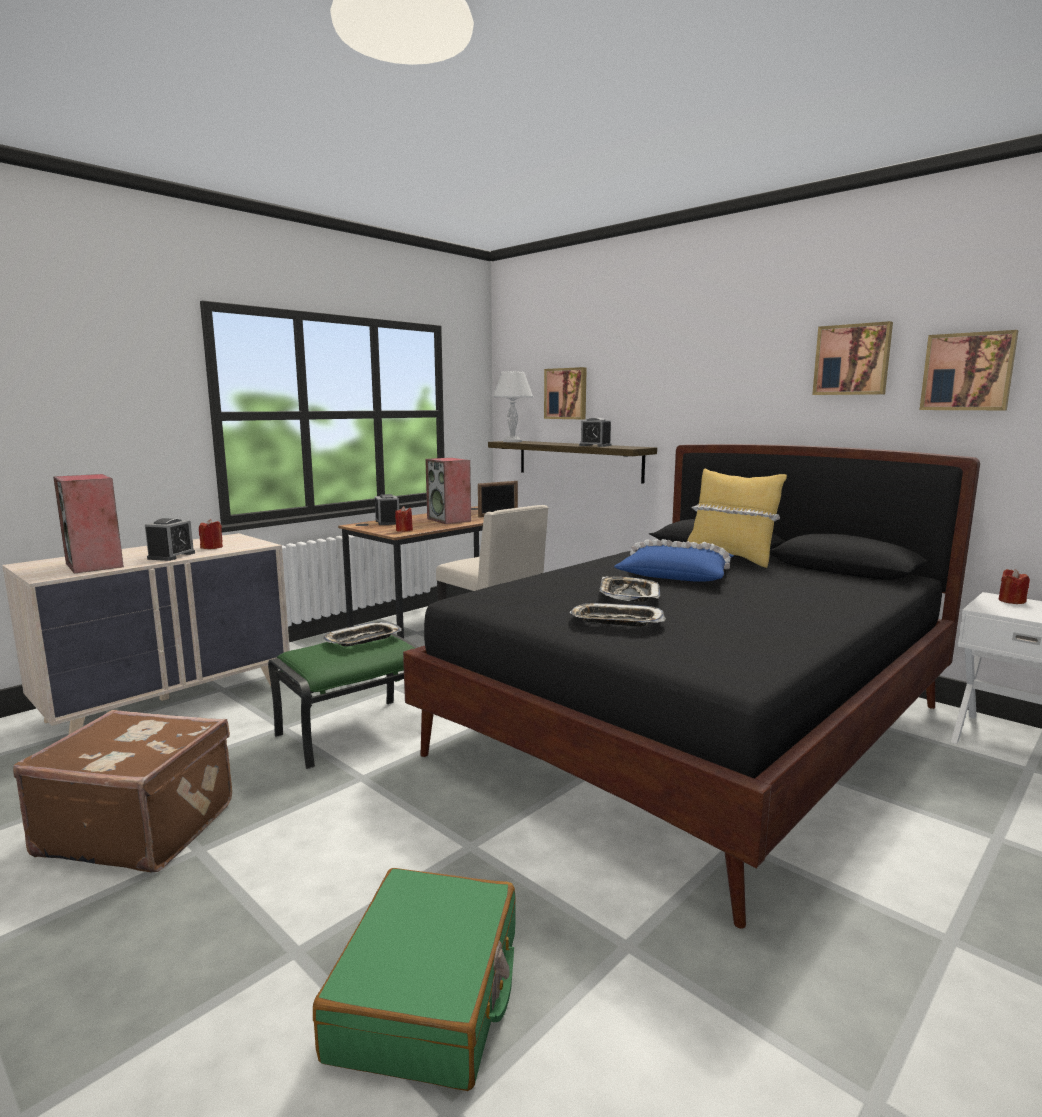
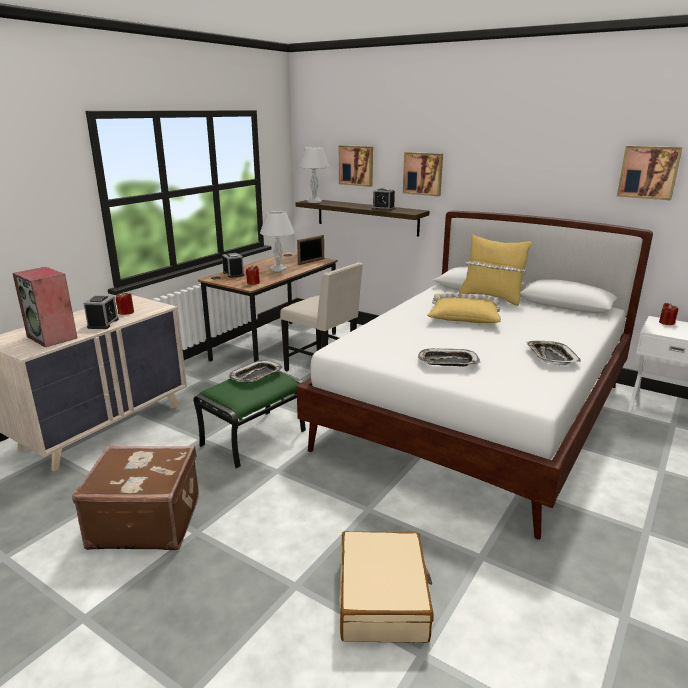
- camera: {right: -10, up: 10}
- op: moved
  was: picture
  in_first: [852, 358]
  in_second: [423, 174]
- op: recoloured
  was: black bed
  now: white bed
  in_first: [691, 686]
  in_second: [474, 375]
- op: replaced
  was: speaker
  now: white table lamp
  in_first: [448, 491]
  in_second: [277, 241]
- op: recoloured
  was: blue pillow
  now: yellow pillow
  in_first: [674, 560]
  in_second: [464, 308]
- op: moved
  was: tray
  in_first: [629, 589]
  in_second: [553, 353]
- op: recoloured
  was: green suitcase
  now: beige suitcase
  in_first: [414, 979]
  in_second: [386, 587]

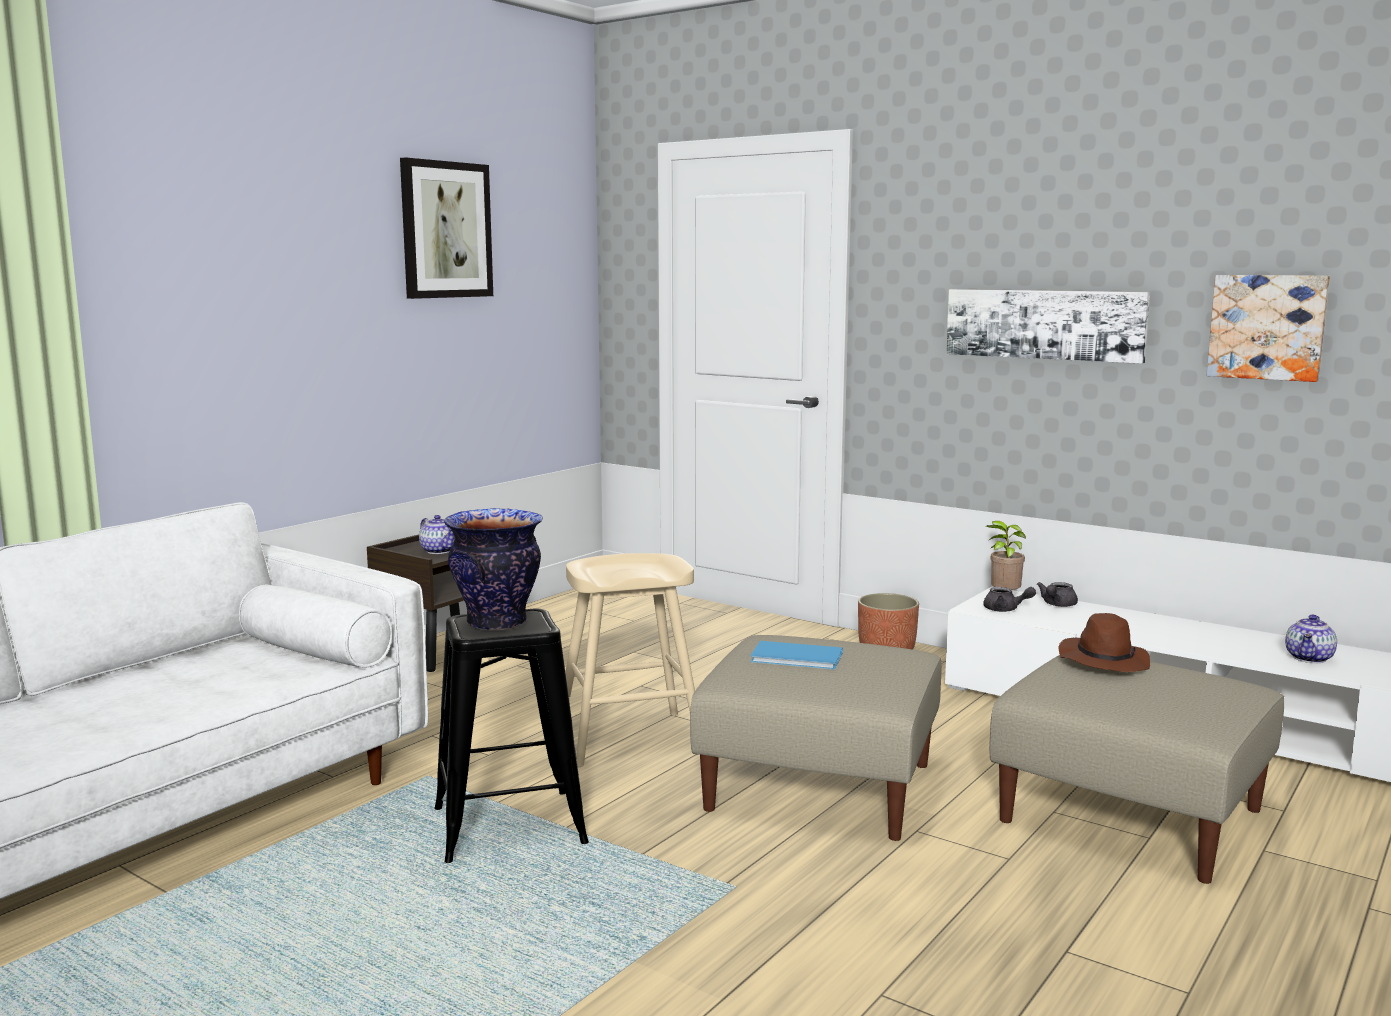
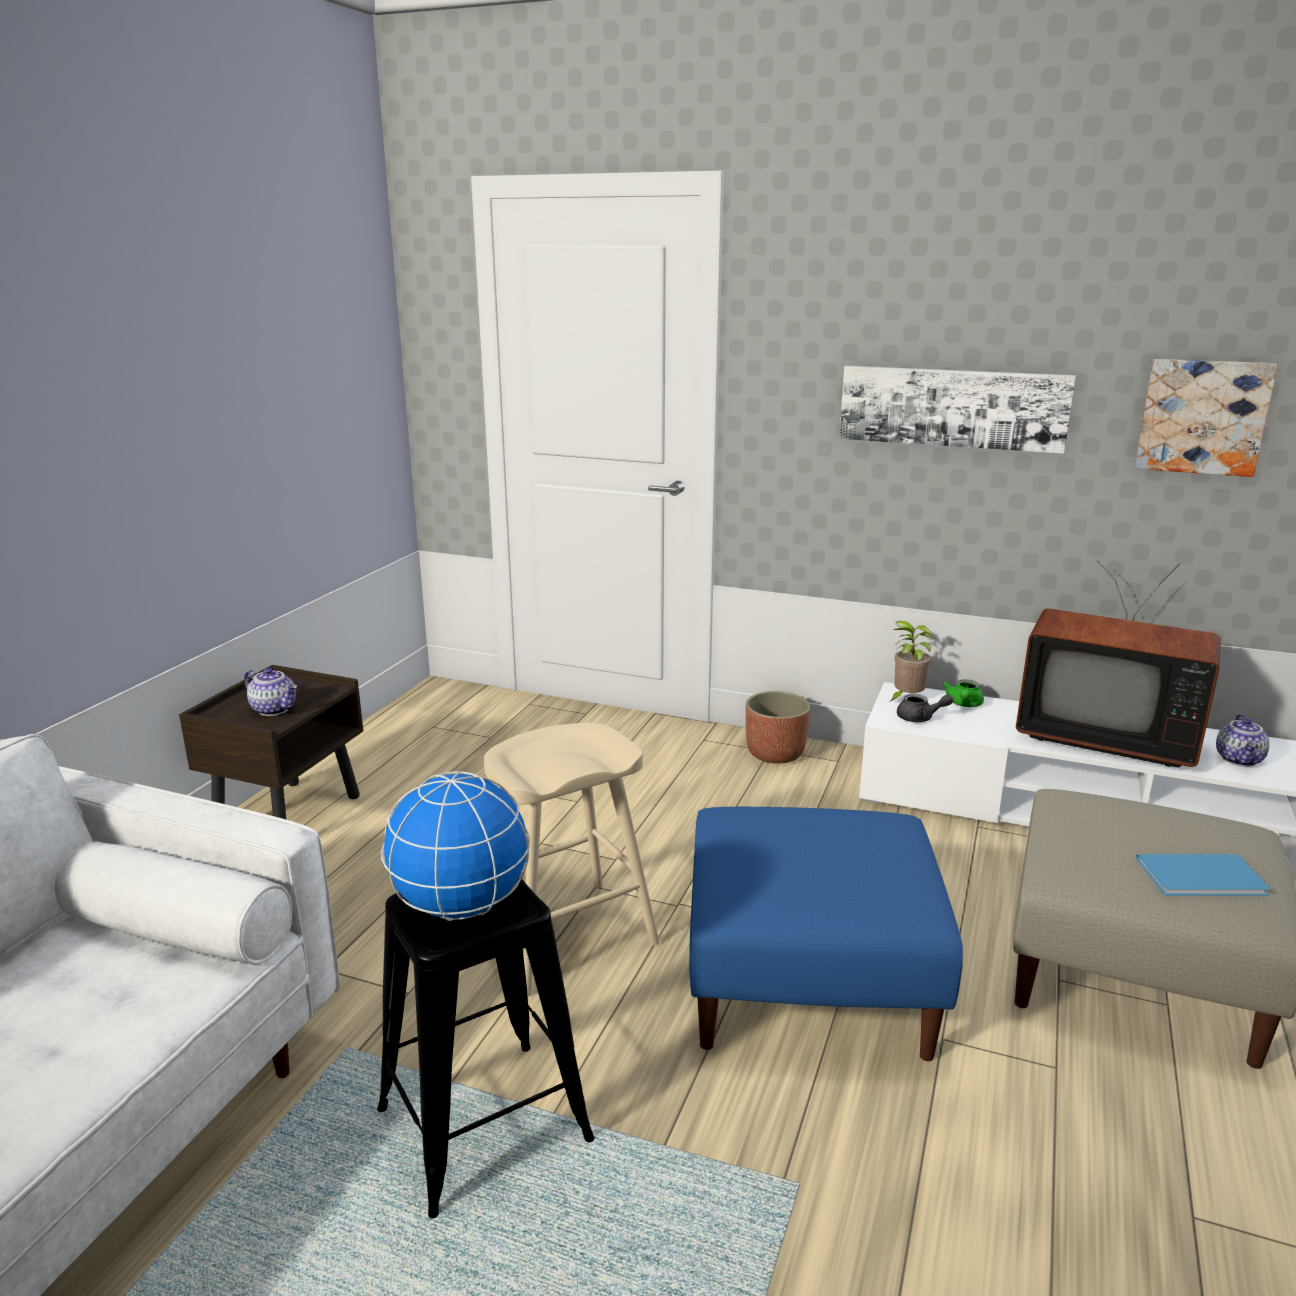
- camera: {right: -15, up: 10}
- op: removed
  was: picture
  in_first: [446, 228]
- op: replaced
  was: vase
  now: globe
  in_first: [493, 569]
  in_second: [455, 846]
- op: recoloured
  was: grey teapot
  now: green teapot
  in_first: [1057, 594]
  in_second: [963, 693]
- op: removed
  was: brown hat
  in_first: [1104, 642]
- op: recoloured
  was: beige ottoman
  now: blue ottoman
  in_first: [816, 738]
  in_second: [826, 934]
- op: moved
  was: blue book
  in_first: [796, 655]
  in_second: [1203, 875]
- op: added
  now: television
  in_second: [1118, 664]

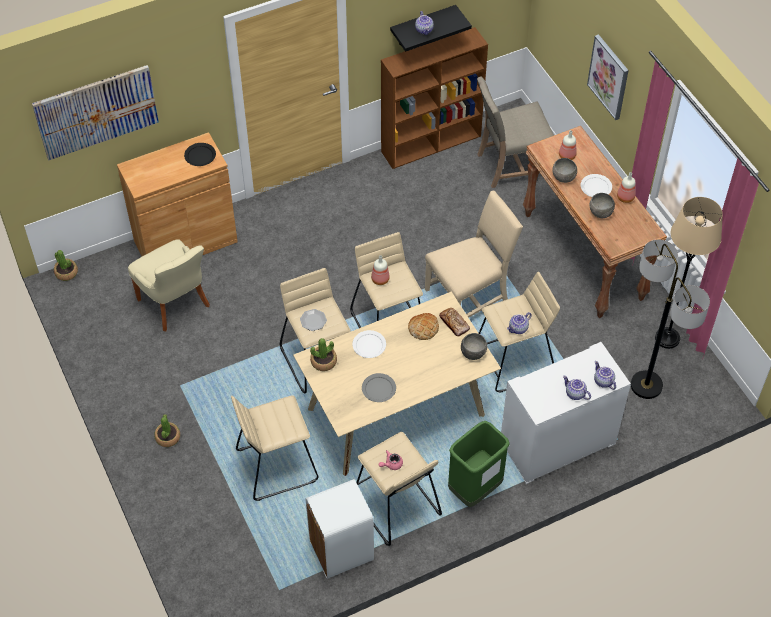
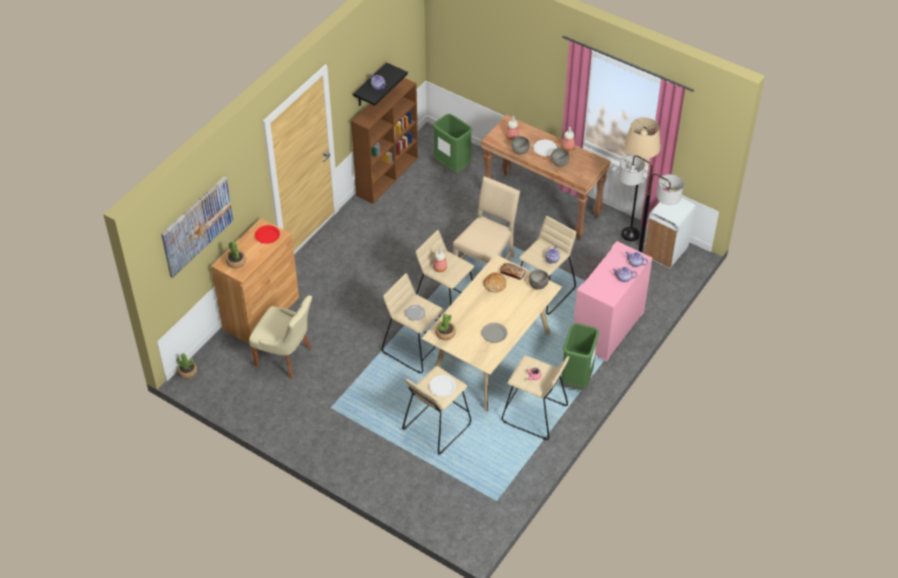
- camera: {right: -30, up: -5}
- op: removed
  was: picture
  in_first: [608, 77]
- op: replaced
  was: beige chair
  now: green trash can
  in_first: [515, 132]
  in_second: [452, 144]
- op: recoloured
  was: black plate
  now: red plate
  in_first: [200, 154]
  in_second: [267, 234]
- op: moved
  was: white plate
  in_first: [369, 344]
  in_second: [442, 385]
- op: recoloured
  was: white dresser
  now: pink dresser
  in_first: [566, 413]
  in_second: [612, 301]
- op: moved
  was: potted plant
  in_first: [167, 430]
  in_second: [236, 254]
- op: moved
  was: white trash can
  in_first: [340, 529]
  in_second: [669, 233]

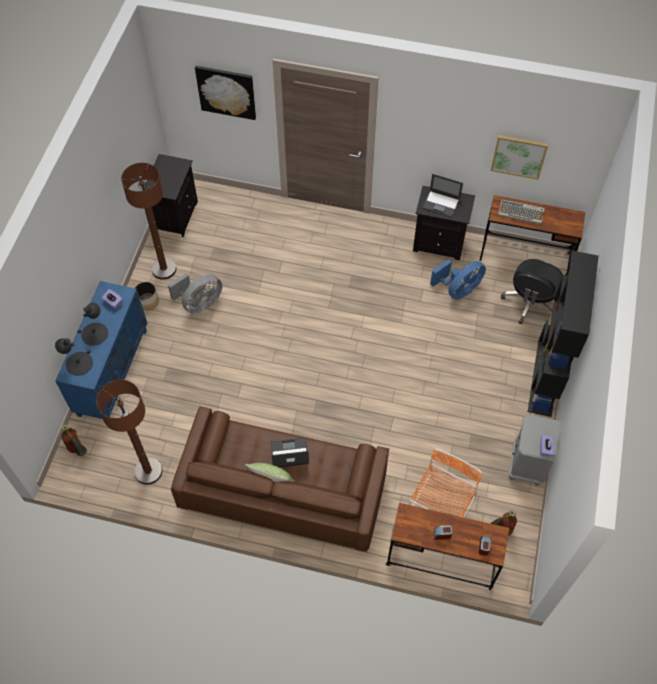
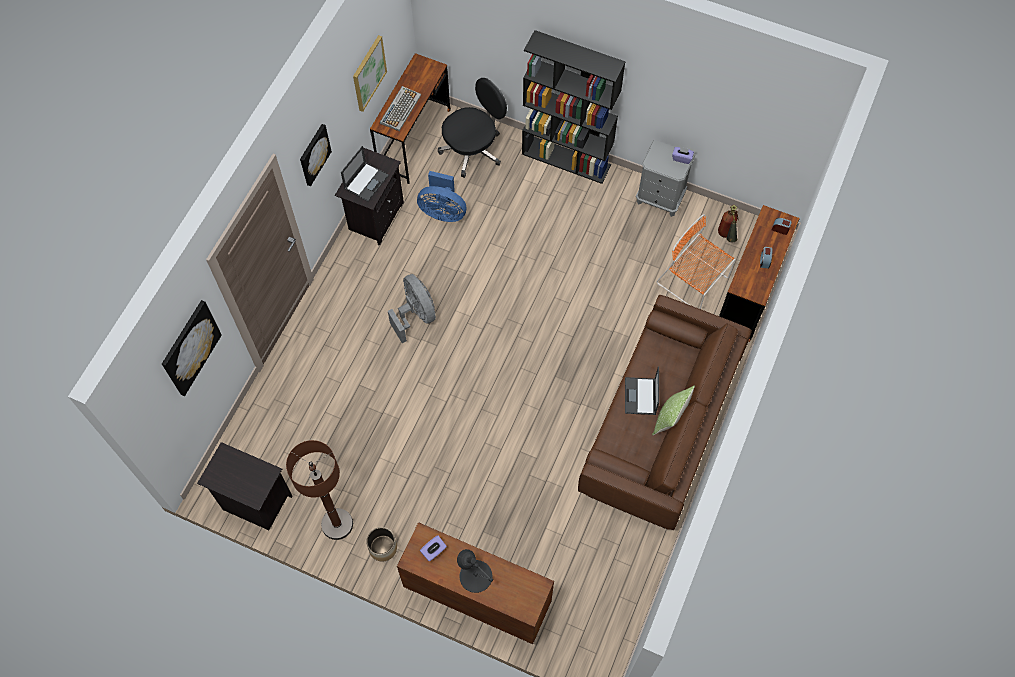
- camera: {right: -80, up: 5}
- op: turned
  was: blue fan
  in_first: [458, 279]
  in_second: [442, 196]
  clockwise: 135
- op: turned
  was: black office chair
  in_first: [532, 291]
  in_second: [472, 128]
  clockwise: -75
- op: moved
  was: grey fan
  in_first: [195, 293]
  in_second: [412, 308]
- op: recoloured
  was: blue cabinet
  now: brown cabinet
  in_first: [101, 350]
  in_second: [475, 583]
- op: removed
  was: black table lamp
  in_first: [74, 357]
- op: removed
  was: brown floor lamp
  in_first: [129, 432]
- op: removed
  was: fire extinguisher
  in_first: [74, 440]
- op: added
  now: picture
  in_second: [316, 155]

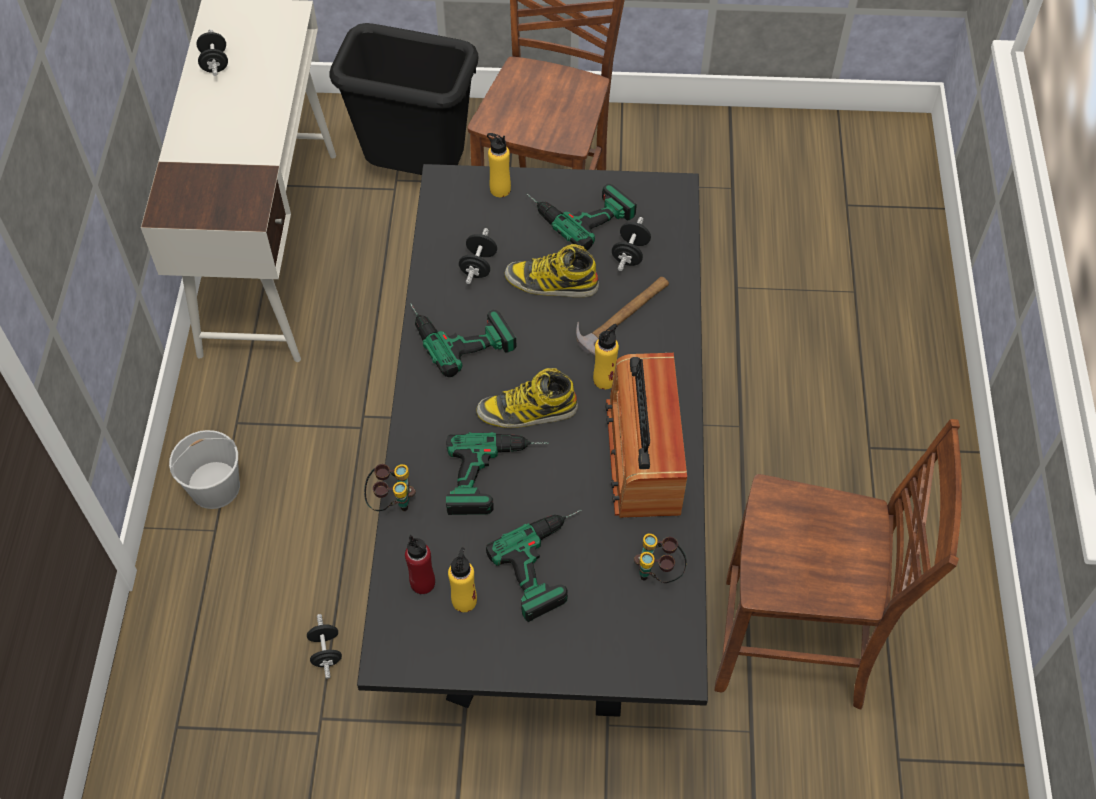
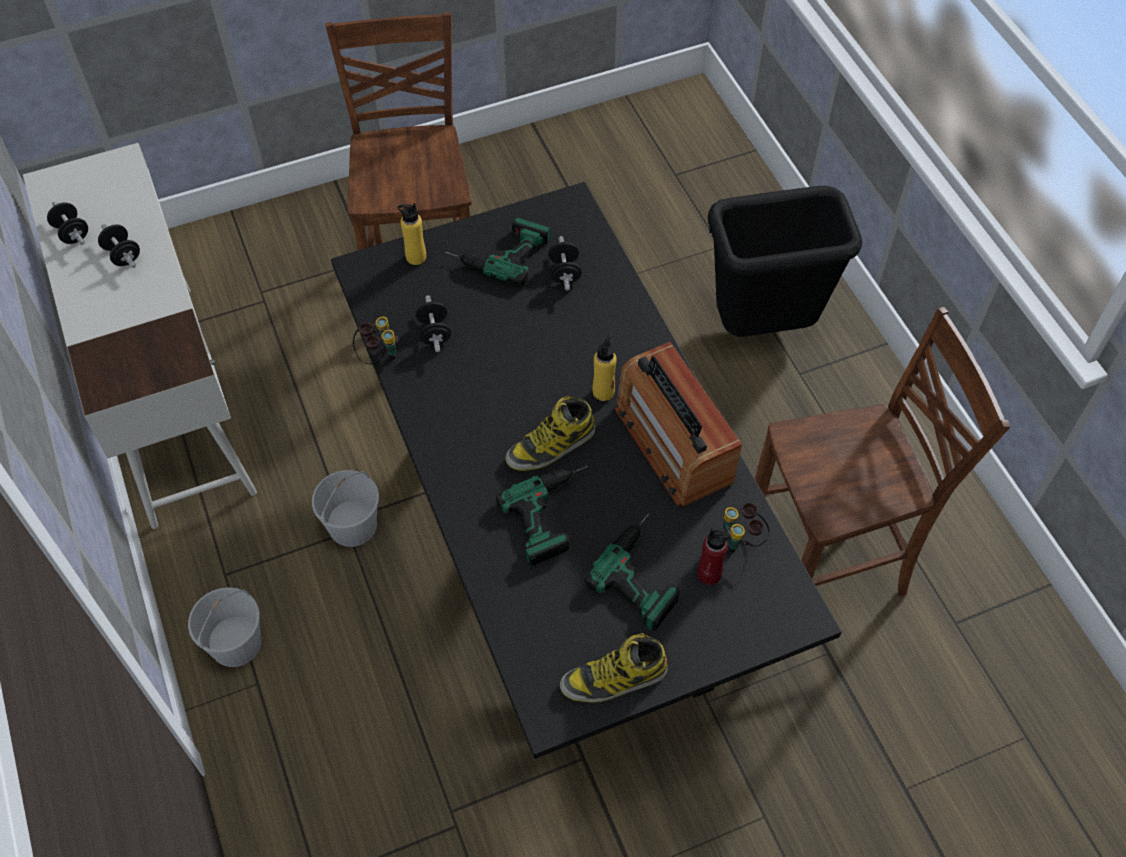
- camera: {right: -25, up: 0}
- op: moved
  was: black trash can
  in_first: [404, 99]
  in_second: [785, 261]
- op: moved
  was: boot
  in_first: [552, 270]
  in_second: [614, 667]
- op: removed
  was: hammer
  in_first: [622, 316]
- op: removed
  was: power drill
  in_first: [463, 340]
- op: moved
  was: binoculars
  in_first: [390, 487]
  in_second: [376, 340]
- op: moved
  was: red bottle
  in_first: [420, 564]
  in_second: [714, 557]
- op: removed
  was: yellow bottle
  in_first: [462, 580]
- op: moved
  was: black dumbbell
  in_first: [324, 646]
  in_second: [119, 246]
- op: added
  now: white bucket
  in_second: [345, 508]

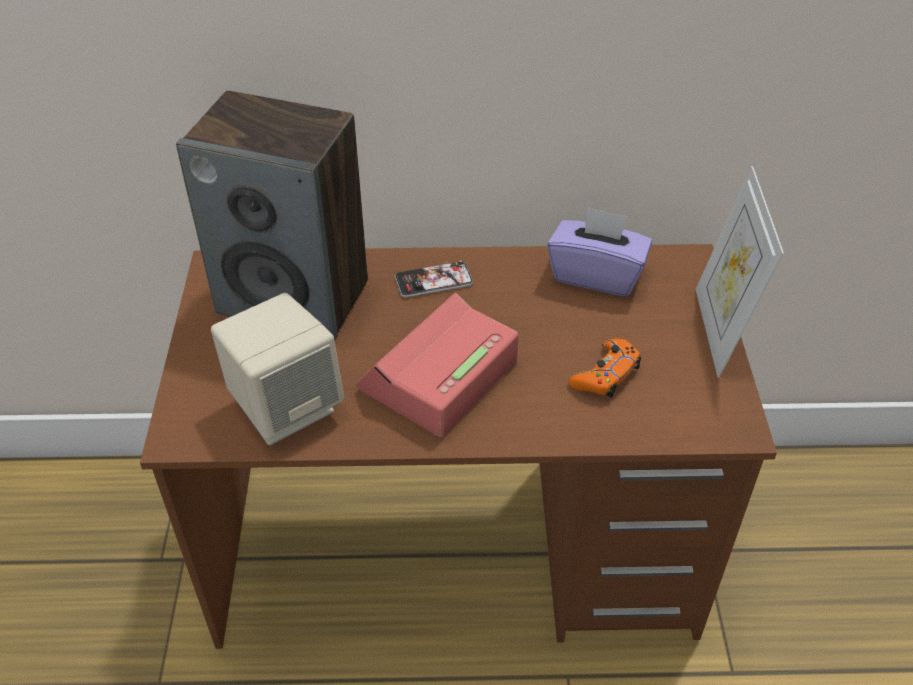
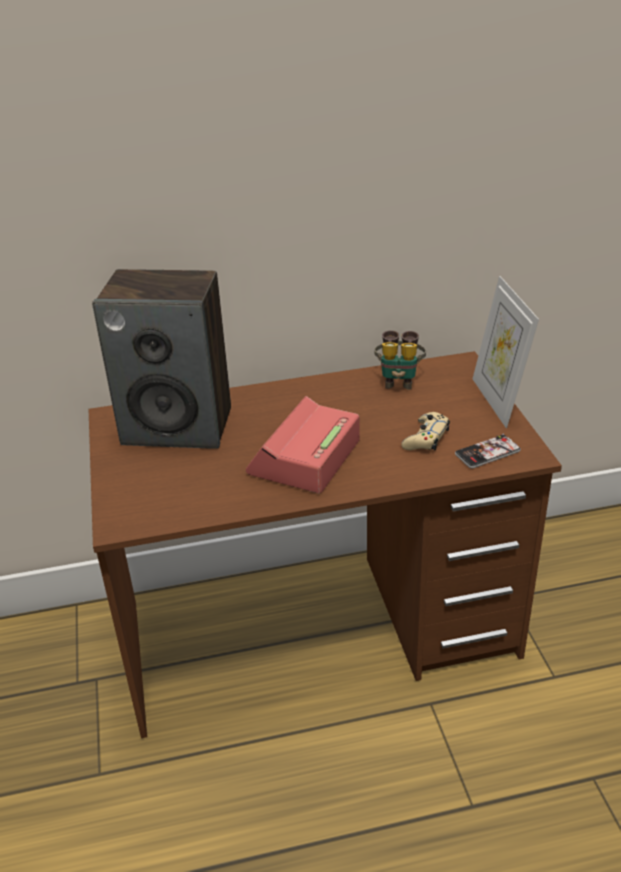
- camera: {right: -10, up: -10}
- op: replaced
  was: purple tissue box
  now: binoculars
  in_first: [599, 251]
  in_second: [400, 360]
- op: moved
  was: phone
  in_first: [434, 279]
  in_second: [488, 450]
- op: removed
  was: beige speaker
  in_first: [277, 369]
- op: recoloured
  was: orange game controller
  now: beige game controller
  in_first: [605, 367]
  in_second: [425, 431]

